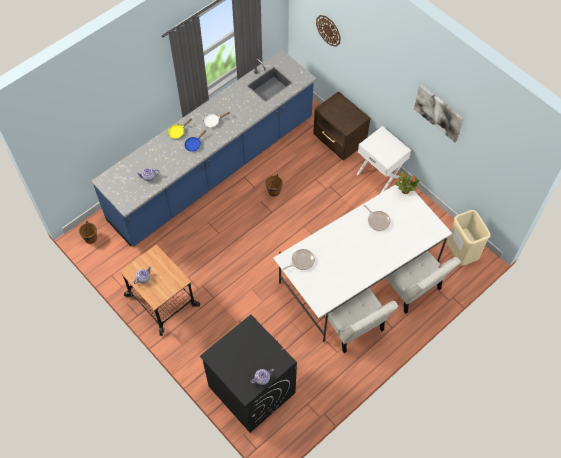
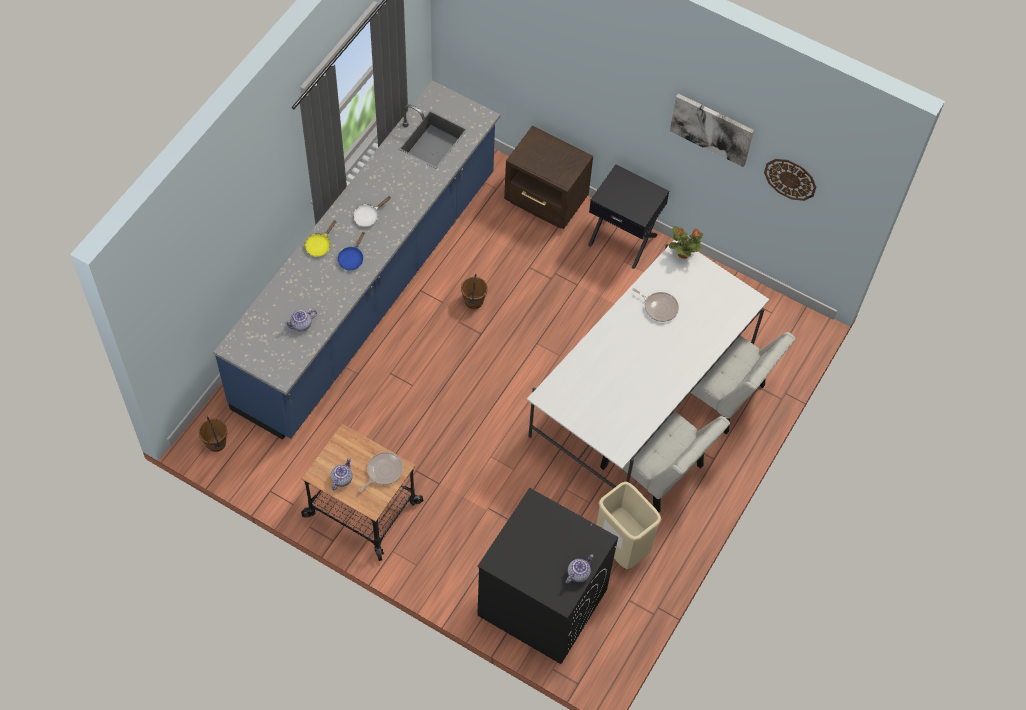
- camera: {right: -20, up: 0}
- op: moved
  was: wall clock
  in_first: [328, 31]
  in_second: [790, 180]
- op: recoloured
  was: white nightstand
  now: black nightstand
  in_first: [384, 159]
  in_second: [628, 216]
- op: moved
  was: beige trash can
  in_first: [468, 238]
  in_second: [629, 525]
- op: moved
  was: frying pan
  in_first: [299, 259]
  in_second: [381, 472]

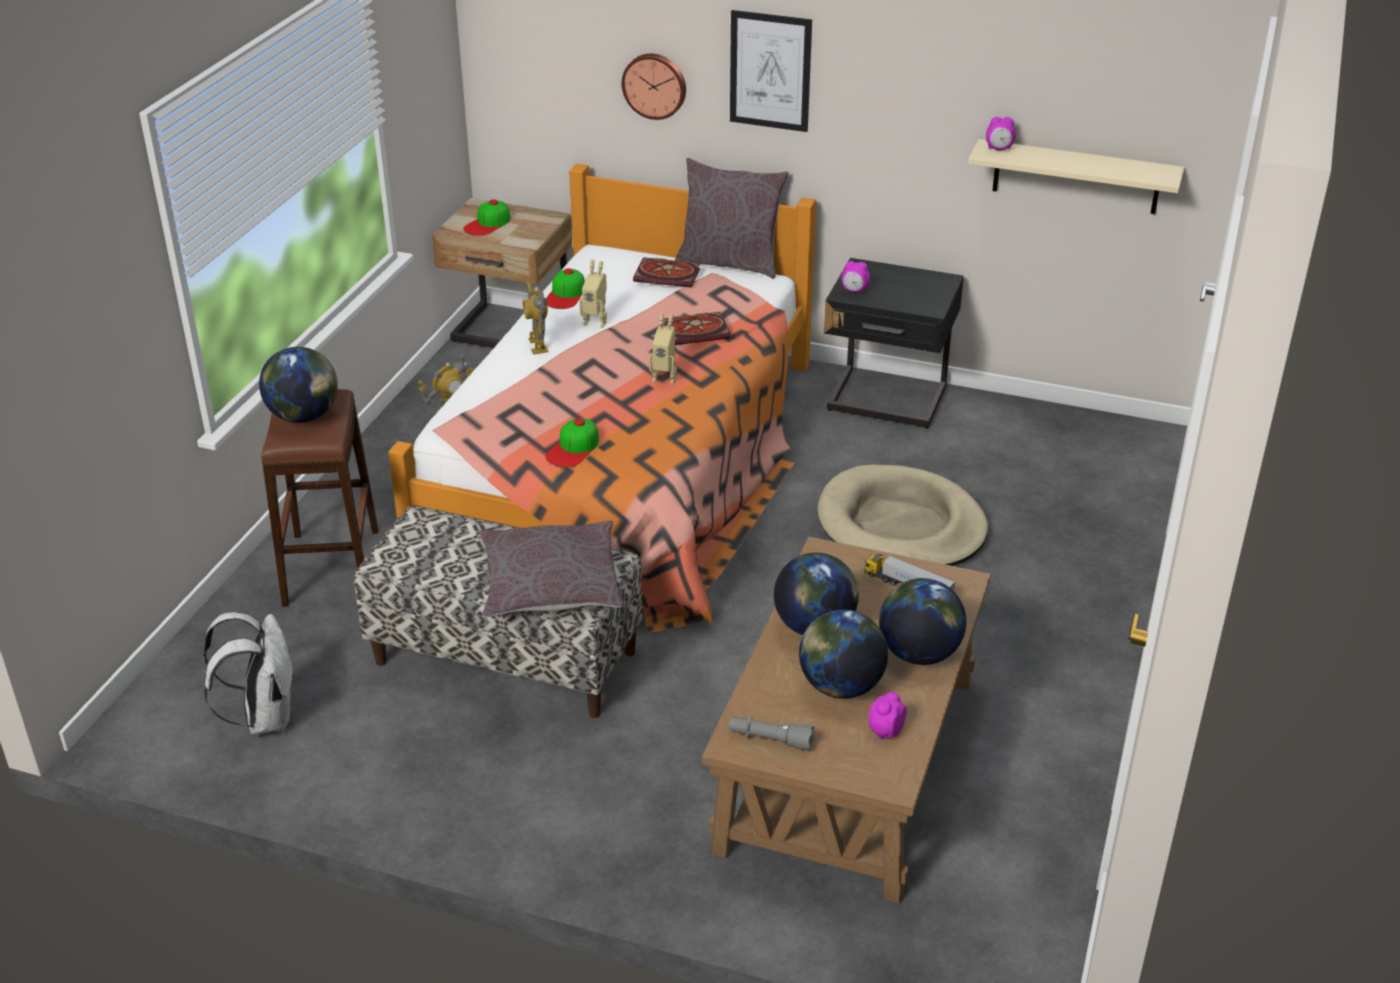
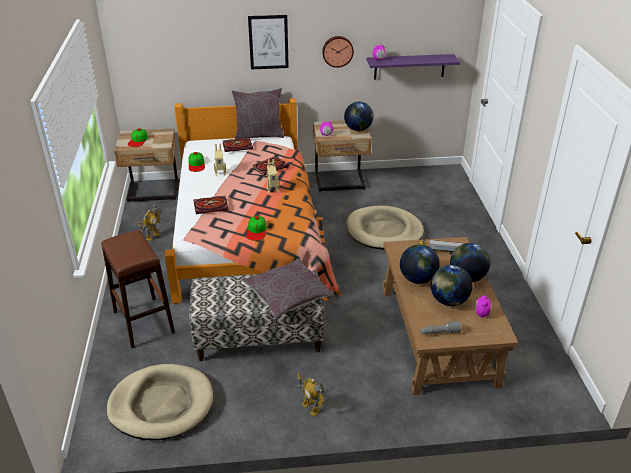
- camera: {right: -25, up: 0}
- op: moved
  was: wall clock
  in_first: [654, 87]
  in_second: [338, 52]
- op: recoloured
  was: beige shelf
  now: purple shelf
  in_first: [1076, 176]
  in_second: [413, 67]
- op: recoloured
  was: black nightstand
  now: beige nightstand
  in_first: [894, 343]
  in_second: [342, 156]
- op: moved
  was: toy robot
  in_first: [536, 318]
  in_second: [311, 394]
- op: moved
  was: globe
  in_first: [298, 385]
  in_second: [358, 116]
- op: replaced
  was: white backpack
  now: beige dog bed
  in_first: [249, 673]
  in_second: [160, 402]
- op: added
  now: book
  in_second: [211, 205]

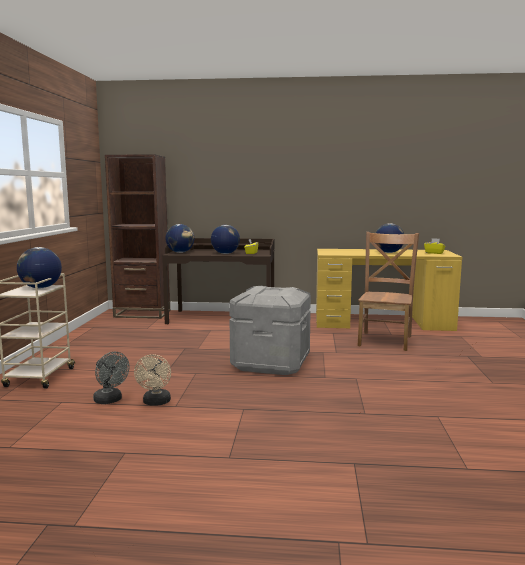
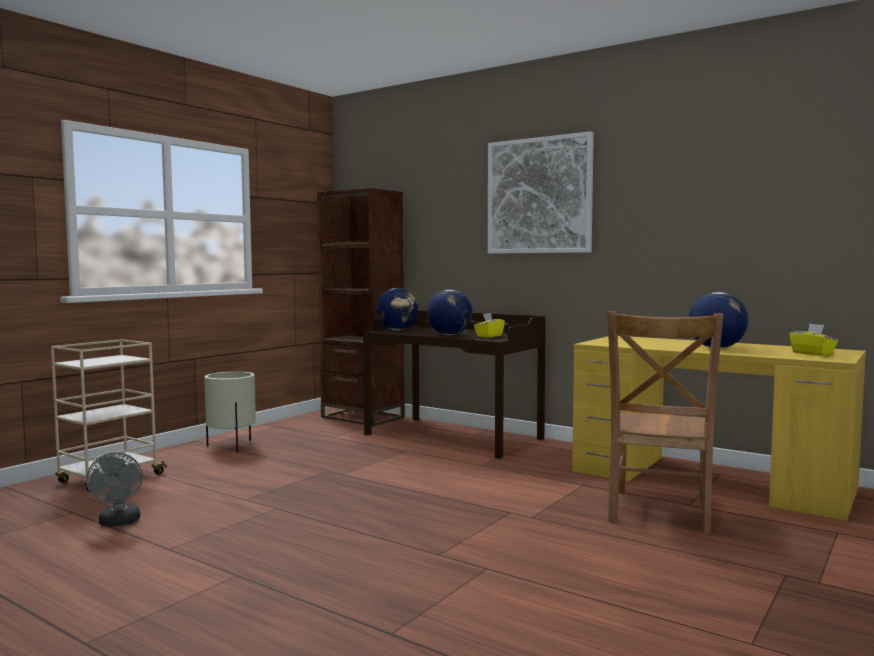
- camera: {right: 30, up: -5}
- op: turned
  was: brown chair
  in_first: [388, 291]
  in_second: [665, 422]
  clockwise: 150
- op: removed
  was: globe
  in_first: [39, 267]
- op: removed
  was: grey storage box
  in_first: [270, 330]
- op: removed
  was: beige fan
  in_first: [152, 380]
- op: added
  now: picture
  in_second: [541, 192]
- op: added
  now: beige planter
  in_second: [230, 411]

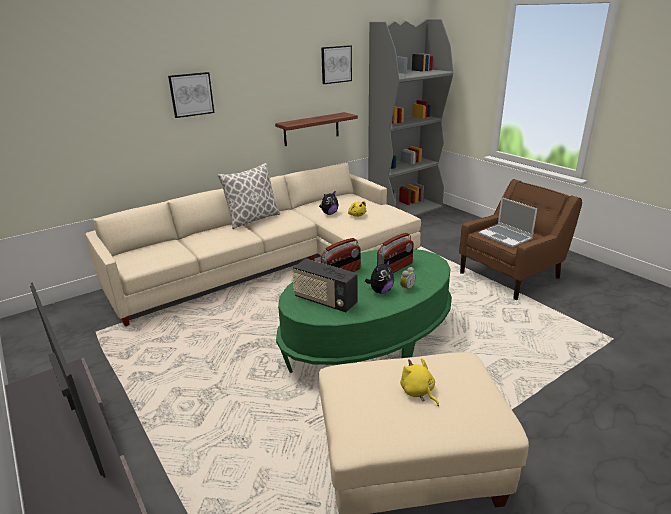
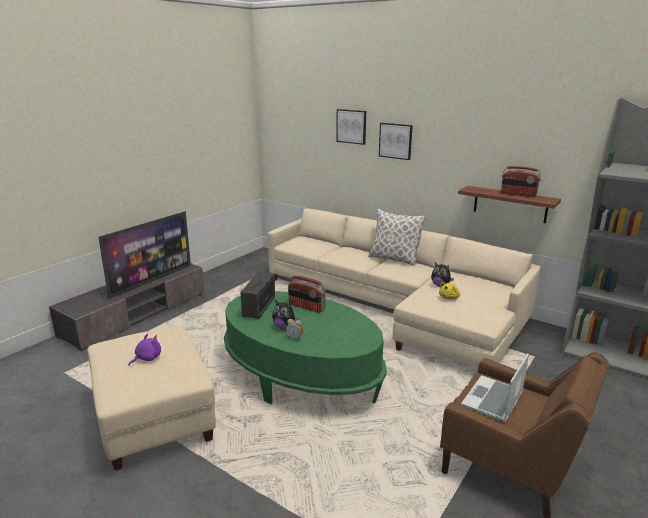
- camera: {right: 70, up: -5}
- op: moved
  was: picture
  in_first: [336, 64]
  in_second: [351, 127]
- op: moved
  was: radio
  in_first: [395, 253]
  in_second: [521, 181]
- op: recoloured
  was: yellow plush toy
  now: purple plush toy
  in_first: [419, 382]
  in_second: [144, 349]

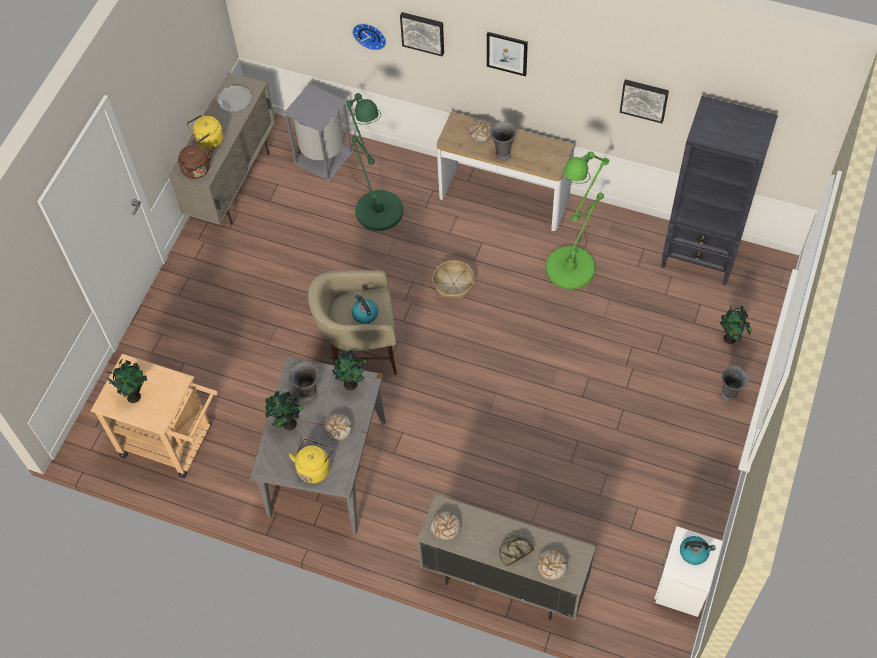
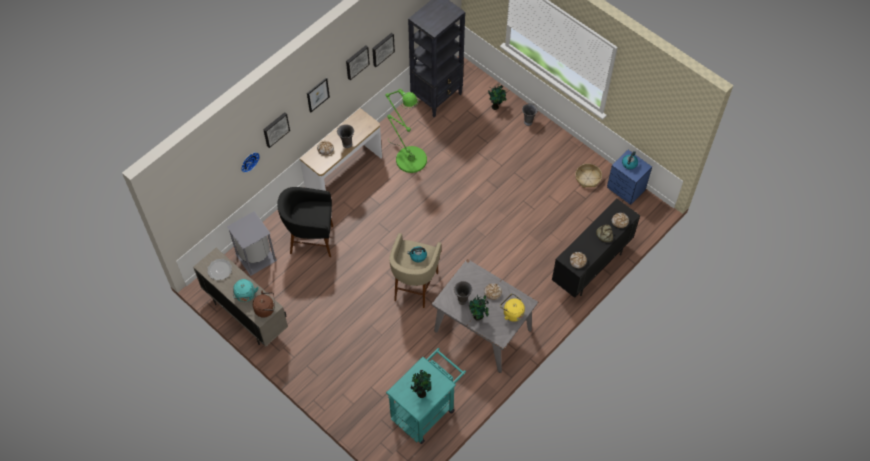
- camera: {right: -70, up: 0}
- op: replaced
  was: green floor lamp
  now: black stool
  in_first: [374, 162]
  in_second: [305, 222]
- op: recoloured
  was: yellow kettle
  now: turquoise kettle
  in_first: [205, 132]
  in_second: [246, 290]
- op: moved
  was: basket
  in_first: [454, 279]
  in_second: [589, 176]
- op: removed
  was: potted plant
  in_first: [350, 369]
- op: recoloured
  was: beige cart
  now: turquoise cart
  in_first: [154, 416]
  in_second: [426, 396]
- op: recoloured
  was: beige cabinet
  now: black cabinet
  in_first: [506, 557]
  in_second: [596, 248]
- op: recoloured
  was: white nightstand
  now: blue nightstand
  in_first: [688, 571]
  in_second: [629, 177]
- op: added
  now: picture
  in_second: [358, 62]

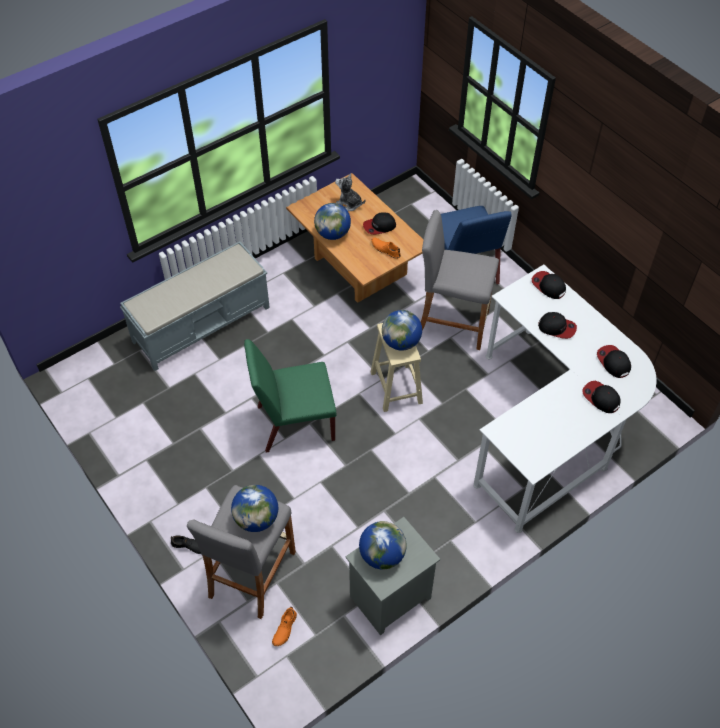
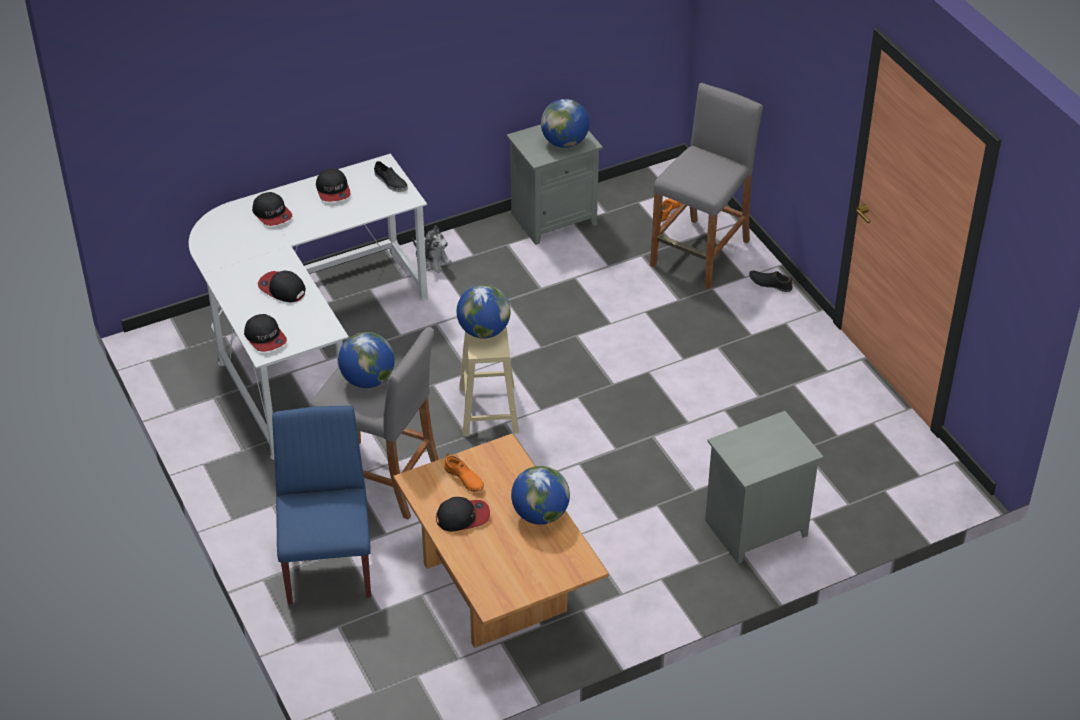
- camera: {right: -170, up: -10}
- op: moved
  was: plush toy
  in_first: [350, 192]
  in_second: [432, 249]
- op: replaced
  was: grey bench
  now: grey nightstand
  in_first: [195, 306]
  in_second: [764, 487]
- op: removed
  was: green chair
  in_first: [290, 396]
- op: moved
  was: cap
  in_first: [614, 361]
  in_second: [333, 185]
- op: moved
  was: globe
  in_first: [254, 508]
  in_second: [366, 360]
- op: added
  now: black shoe
  in_second: [391, 176]

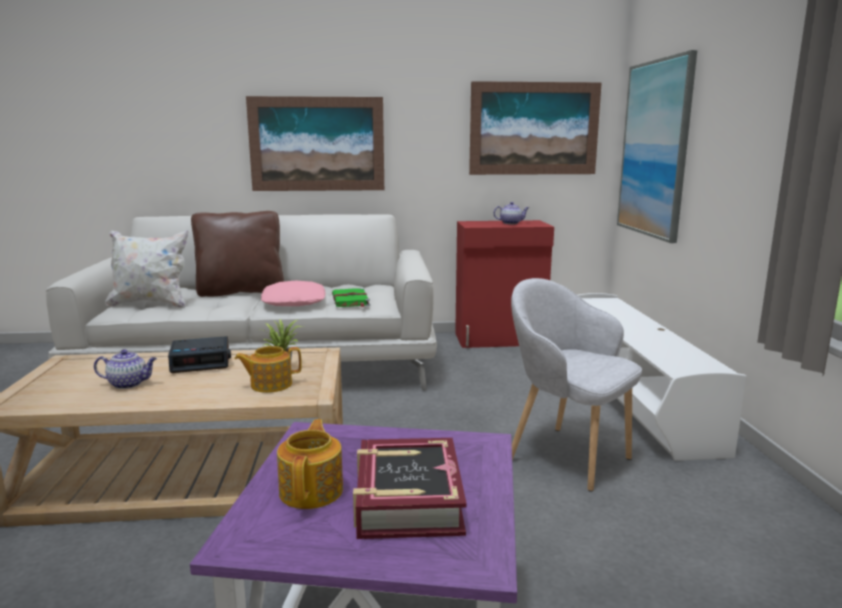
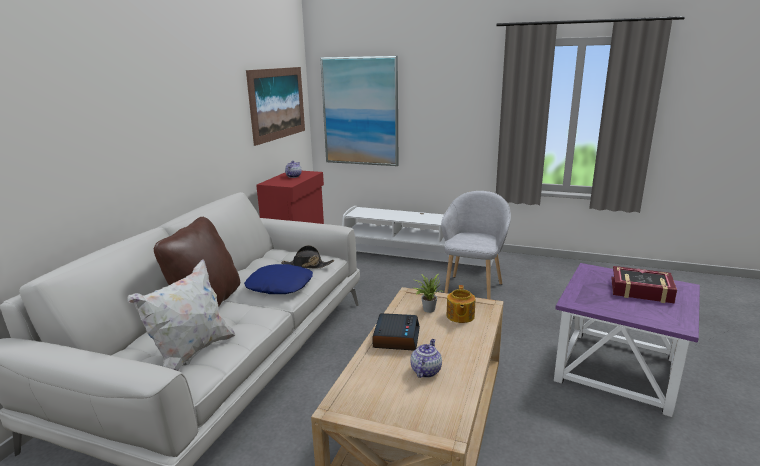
- camera: {right: -65, up: 5}
- op: removed
  was: picture
  in_first: [315, 143]
- op: turned
  was: grey armchair
  in_first: [576, 385]
  in_second: [476, 245]
  clockwise: 135
- op: recoloured
  was: pink pillow
  now: blue pillow
  in_first: [293, 293]
  in_second: [278, 279]
- op: replaced
  was: green book
  now: black hat
  in_first: [351, 297]
  in_second: [307, 257]
- op: removed
  was: teapot
  in_first: [310, 464]

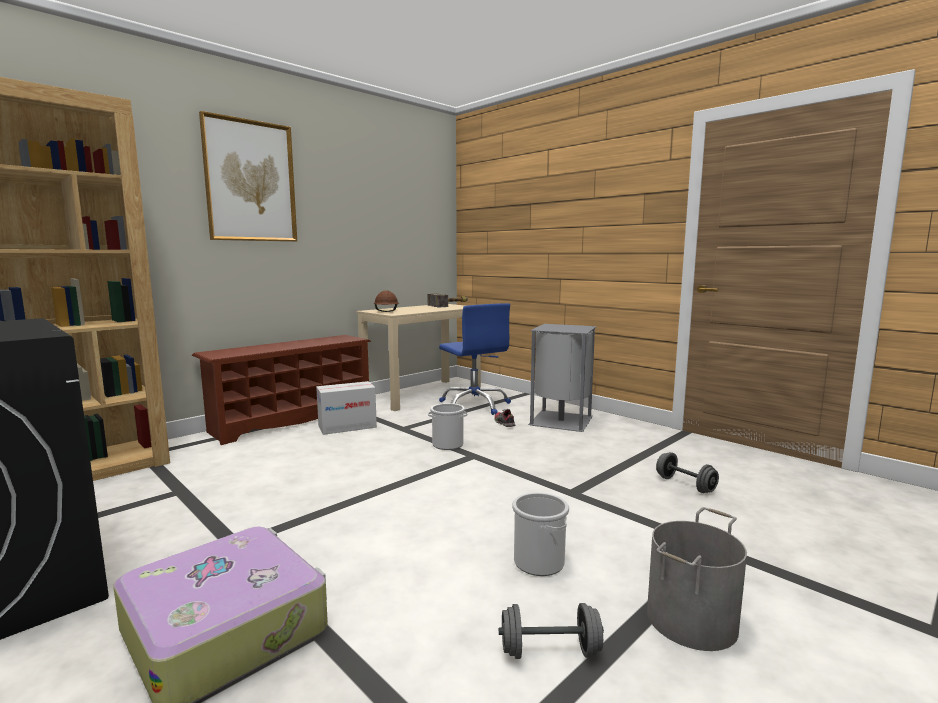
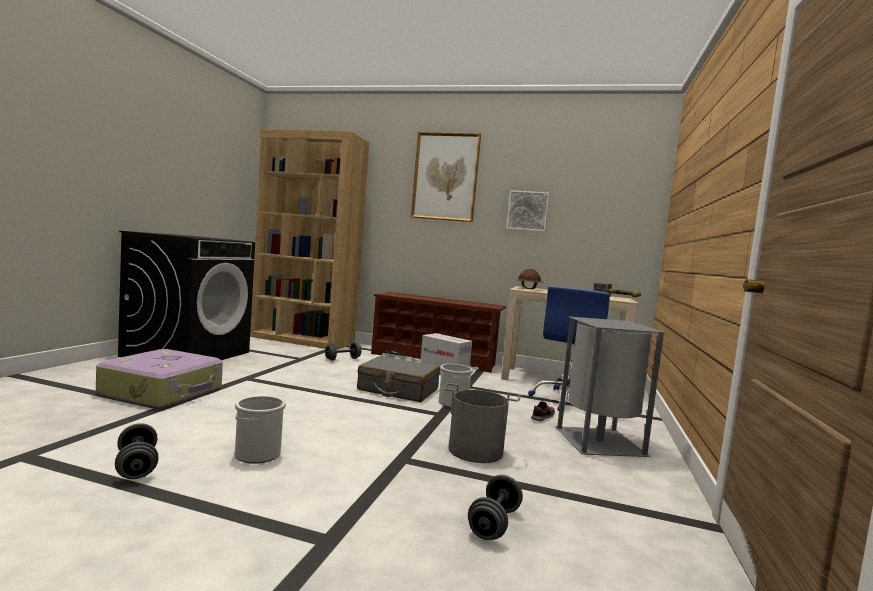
- camera: {right: 60, up: -5}
- op: moved
  was: grey bucket
  in_first: [697, 579]
  in_second: [481, 423]
- op: added
  now: picture
  in_second: [527, 211]
- op: added
  now: grey dumbbell
  in_second: [343, 351]
- op: added
  now: grey suitcase
  in_second: [398, 379]

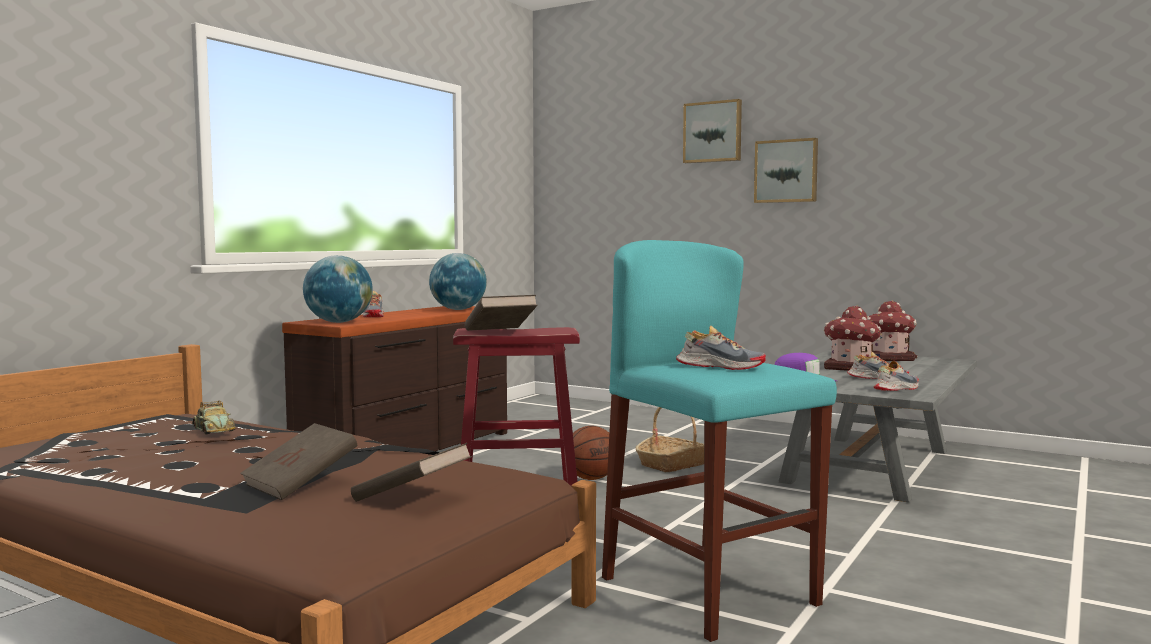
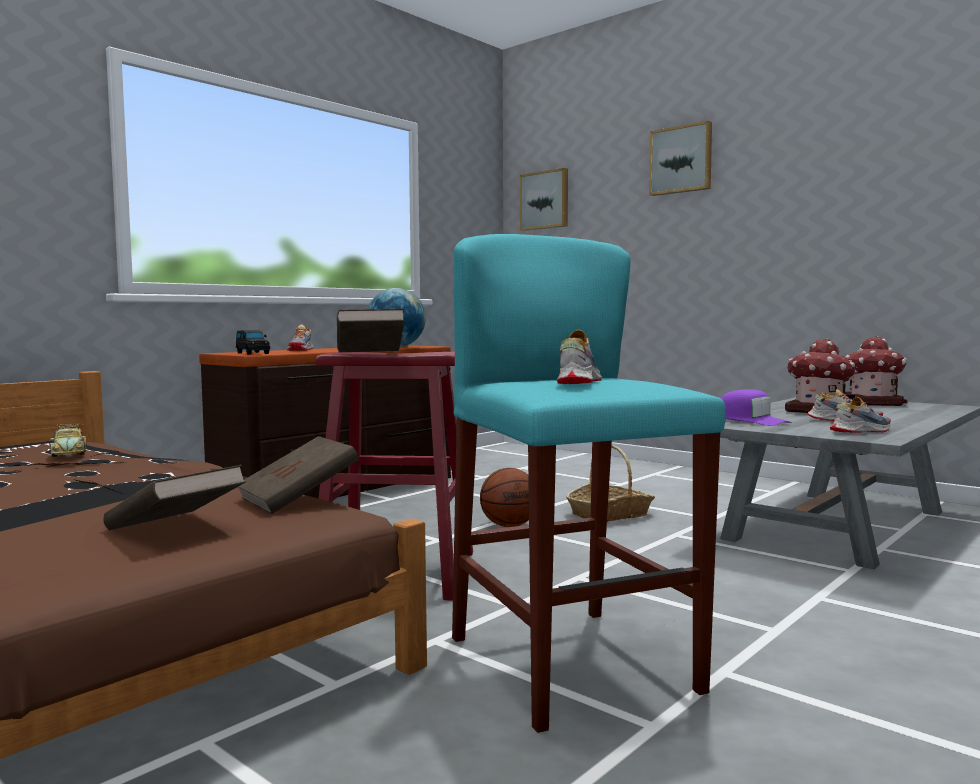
- camera: {right: 10, up: 0}
- op: moved
  was: picture
  in_first: [786, 170]
  in_second: [544, 199]
- op: replaced
  was: globe
  now: black toy car
  in_first: [338, 289]
  in_second: [253, 342]
- op: turned
  was: shoe
  in_first: [721, 347]
  in_second: [579, 357]
  clockwise: -105
- op: moved
  was: brown book
  in_first: [298, 461]
  in_second: [298, 475]

